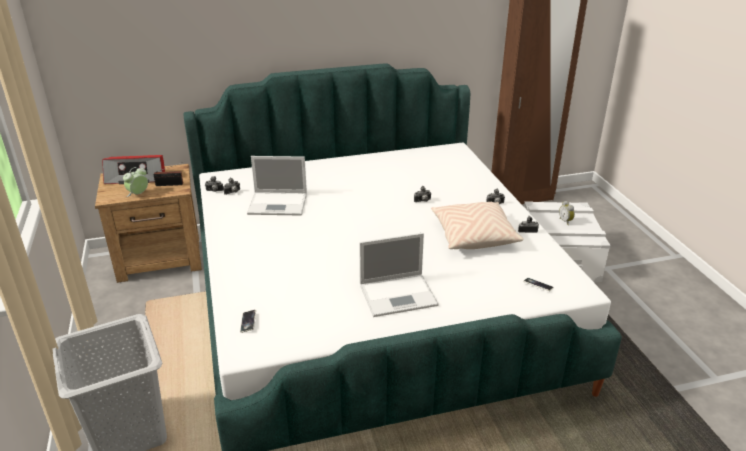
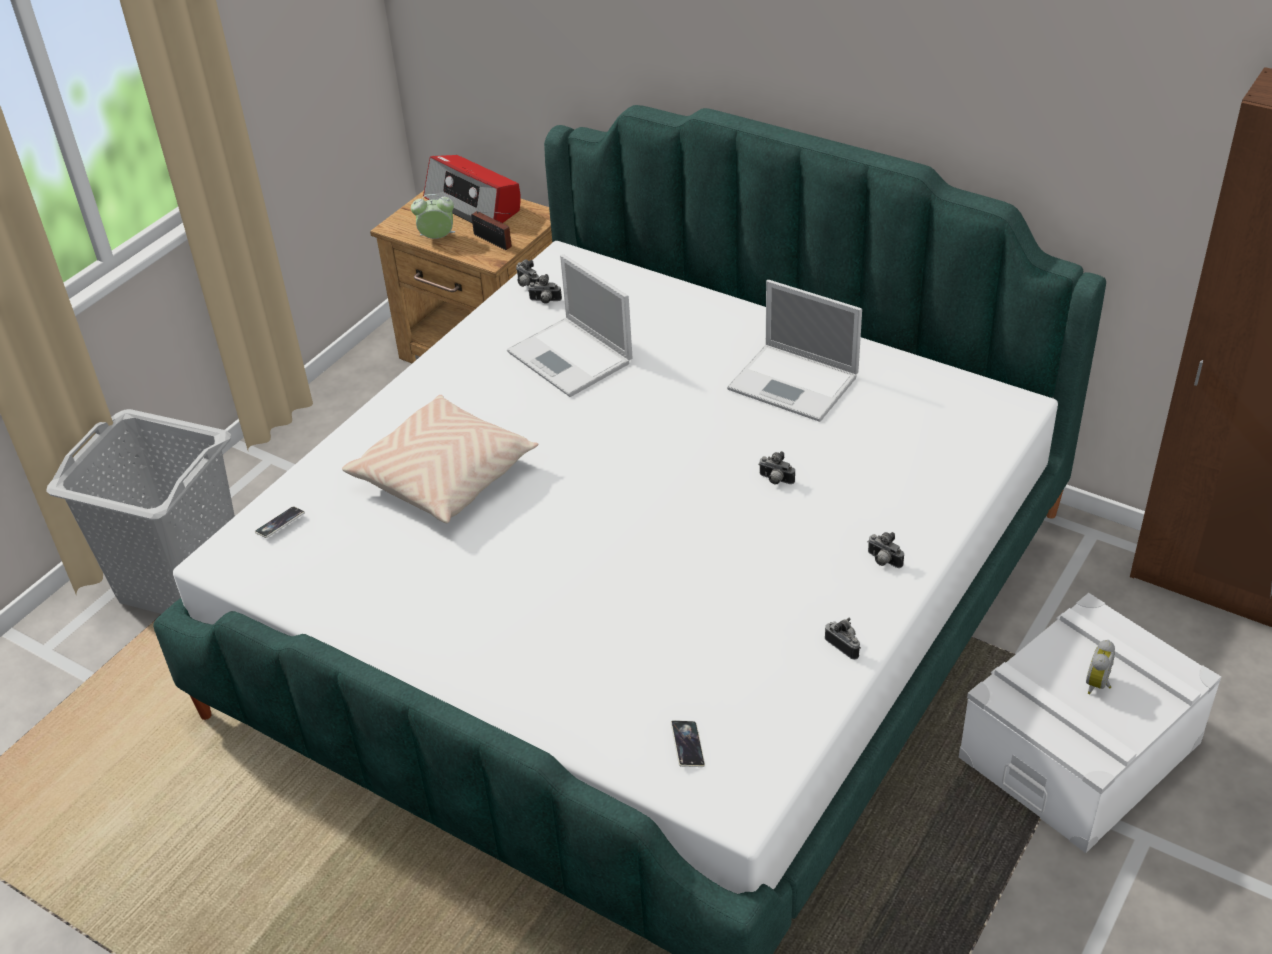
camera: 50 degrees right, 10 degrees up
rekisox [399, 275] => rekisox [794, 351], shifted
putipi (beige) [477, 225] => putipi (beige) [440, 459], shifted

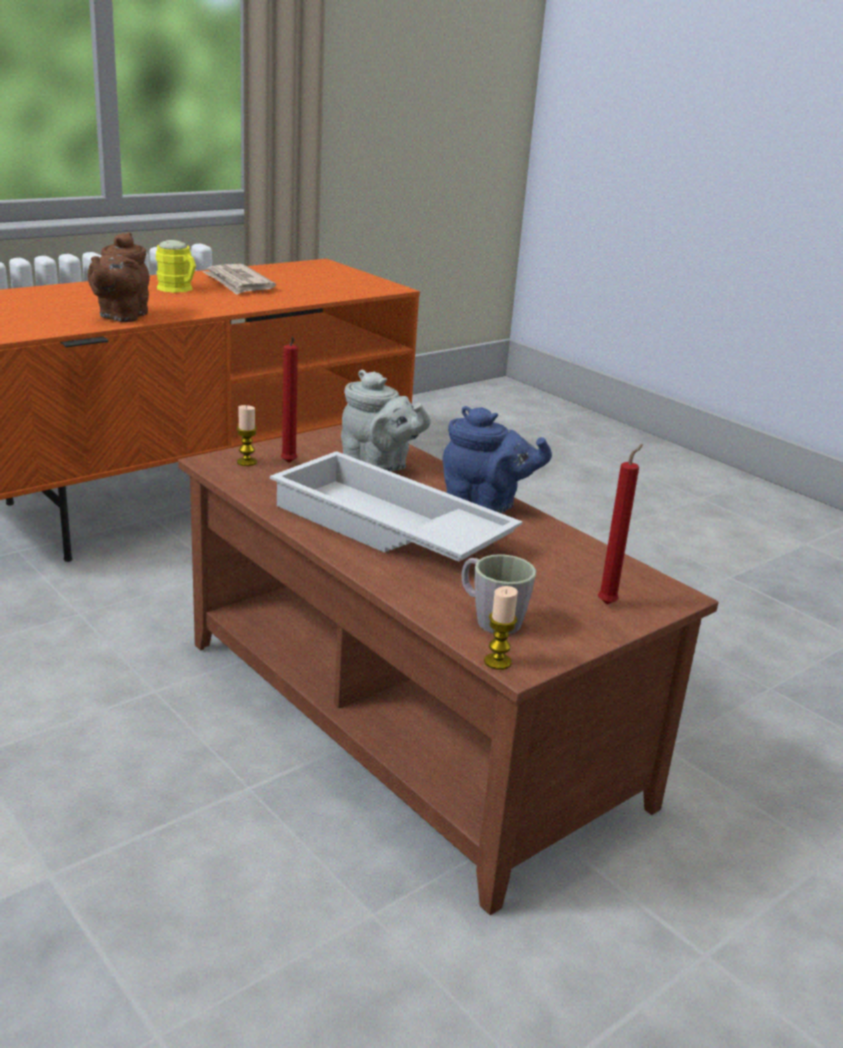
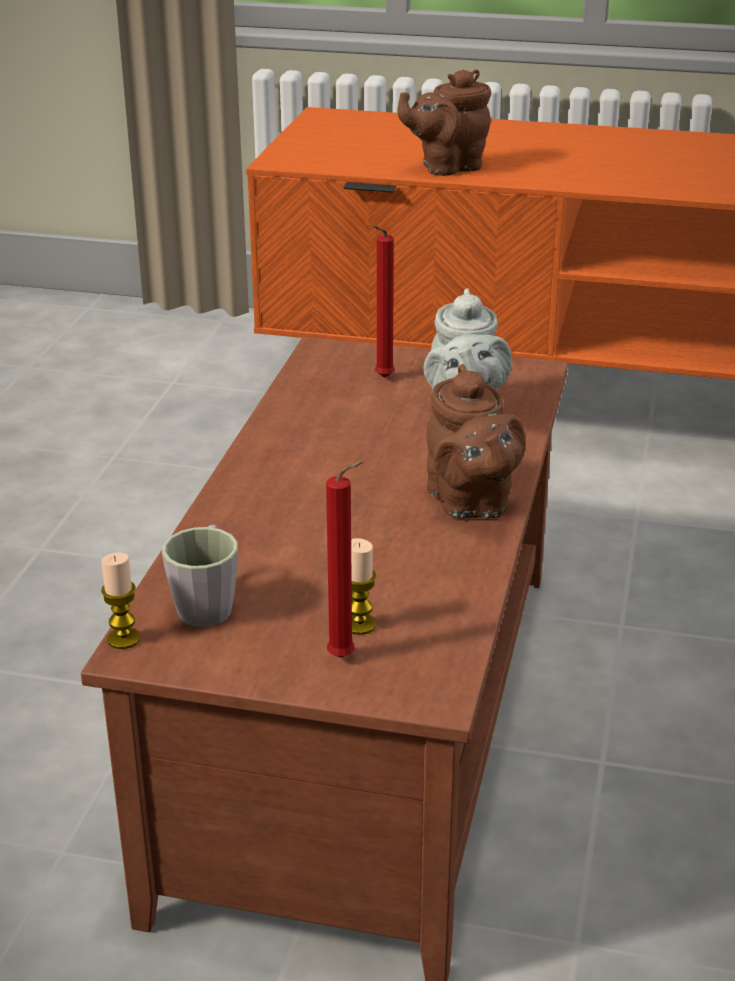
camera: 55 degrees right, 5 degrees up
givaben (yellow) [176, 266] => nothing
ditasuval [239, 279] => nothing
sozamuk [247, 435] => sozamuk [363, 586], shifted
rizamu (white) [396, 506] => nothing
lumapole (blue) [497, 460] => lumapole (brown) [476, 441]

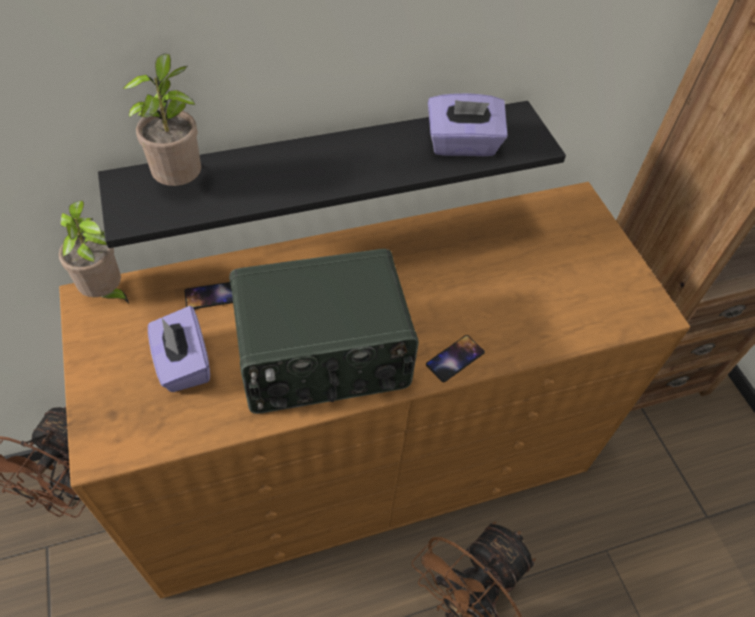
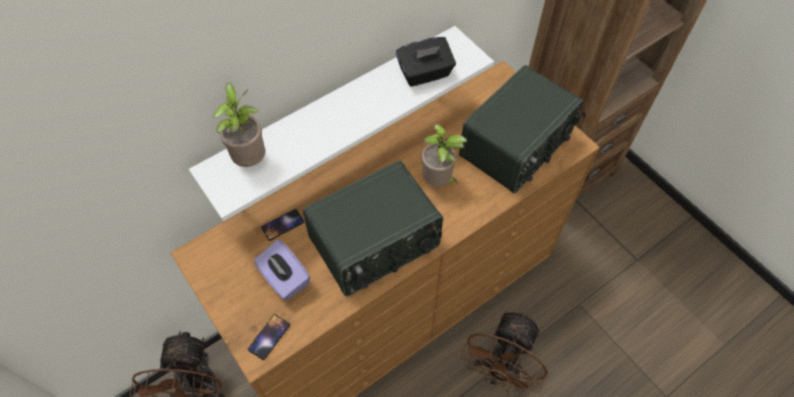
camera: 15 degrees left, 5 degrees up
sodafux [94, 252] => sodafux [444, 155], shifted
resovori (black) [332, 174] => resovori (white) [341, 123]
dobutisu [455, 358] => dobutisu [269, 337], shifted
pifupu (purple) [468, 124] => pifupu (black) [426, 62]
nothing => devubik [521, 129]

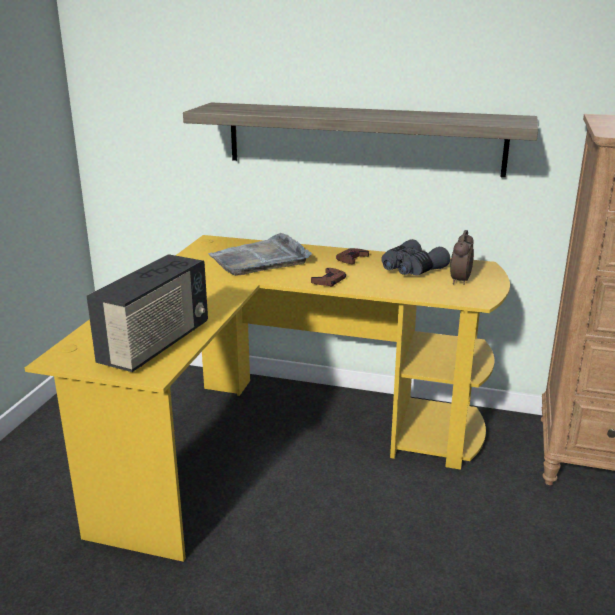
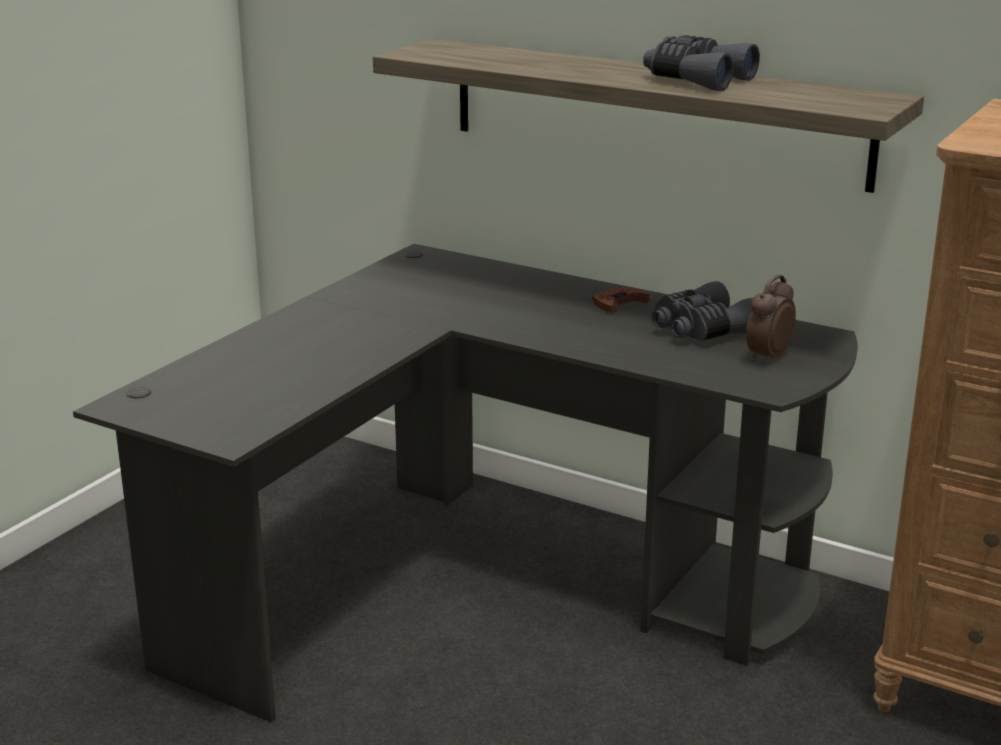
camera: 15 degrees right, 0 degrees up
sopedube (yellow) [267, 398] => sopedube (black) [465, 483]
devubik [147, 313] => nothing
rizamu (grey) [260, 254] => nothing
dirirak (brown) [328, 277] => nothing
nothing => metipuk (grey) [701, 63]

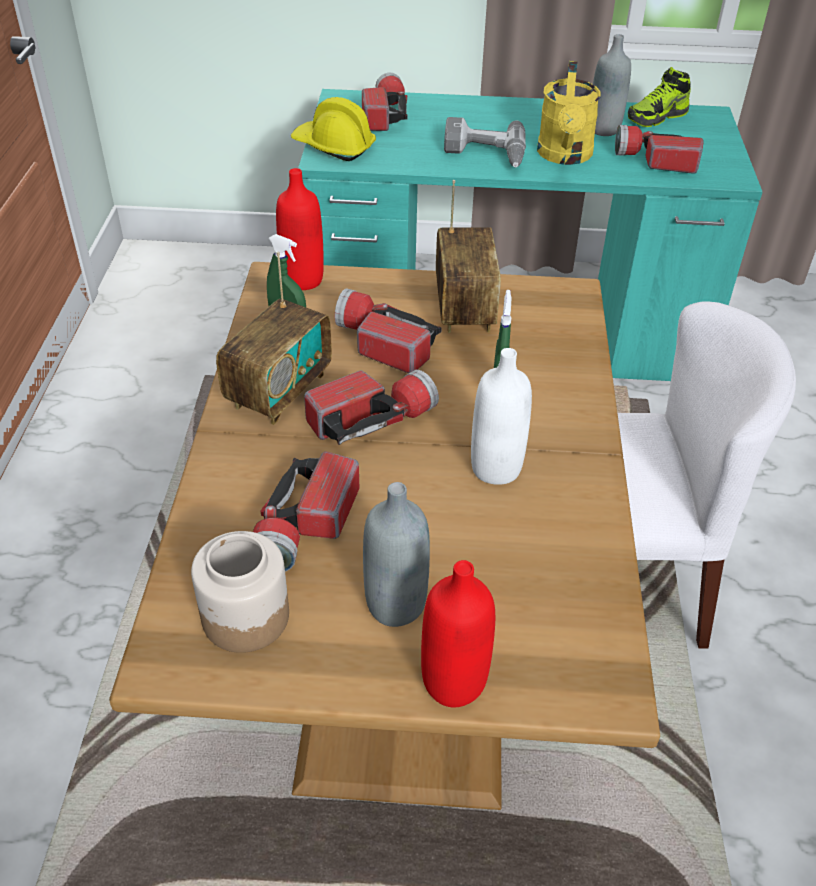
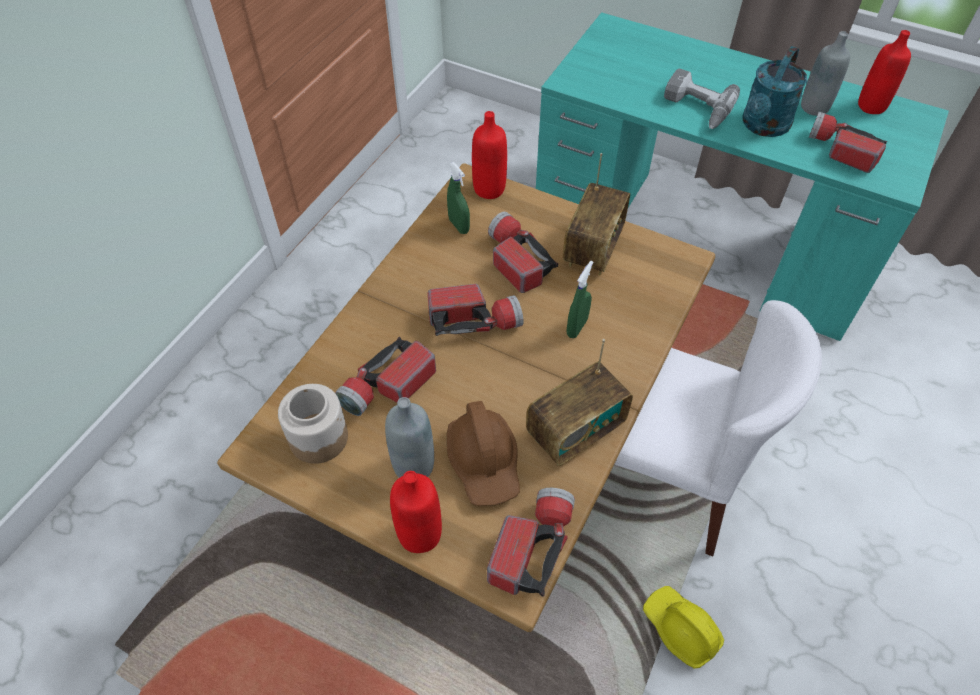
camera: 25 degrees right, 10 degrees up
devubik [274, 338] => devubik [579, 402], shifted
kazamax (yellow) [333, 129] => kazamax (yellow) [683, 627], shifted
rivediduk [385, 102] => rivediduk [531, 542], shifted
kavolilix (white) [501, 416] => nothing
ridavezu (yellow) [569, 113] => ridavezu (turquoise) [775, 91]
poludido [659, 97] => kavolilix (red) [884, 72]
nothing => kazamax (brown) [483, 453]

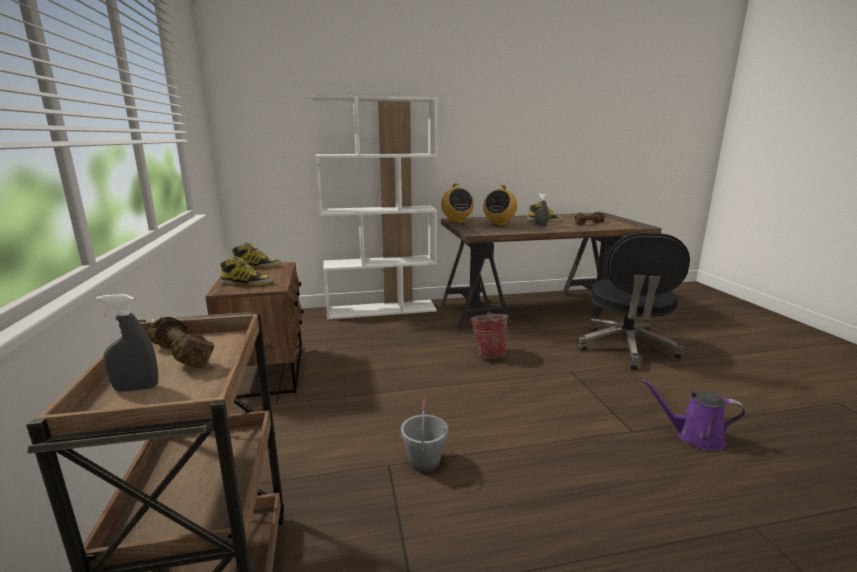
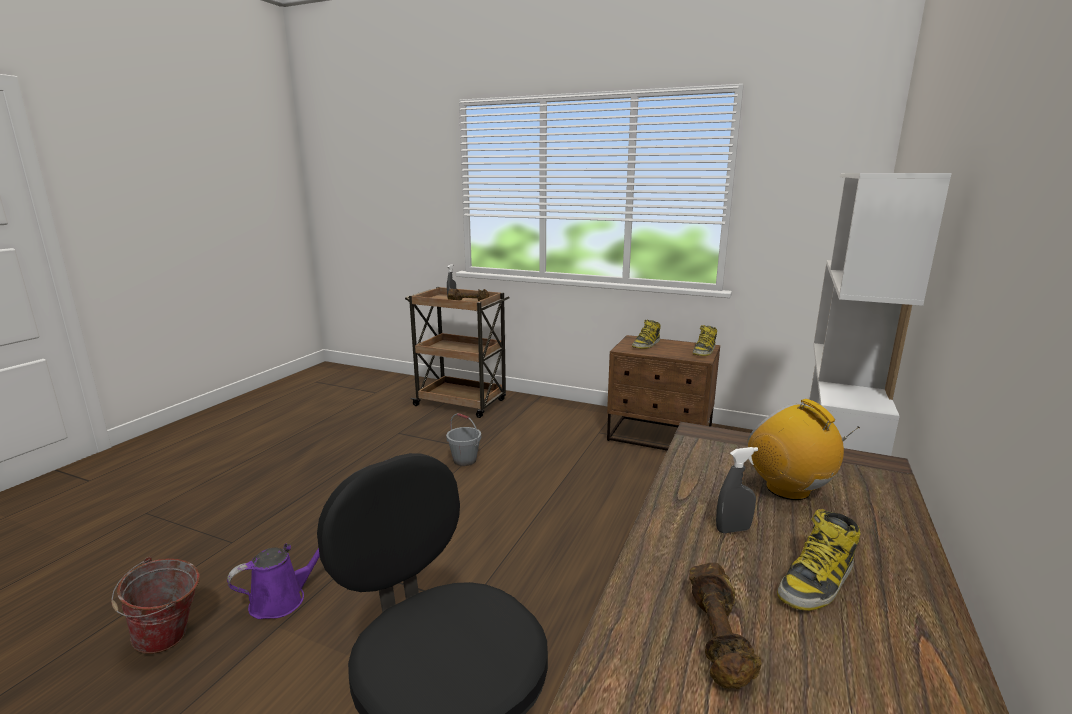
camera: 125 degrees right, 0 degrees up
devubik [457, 203] => nothing
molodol [490, 335] => molodol [155, 605], shifted

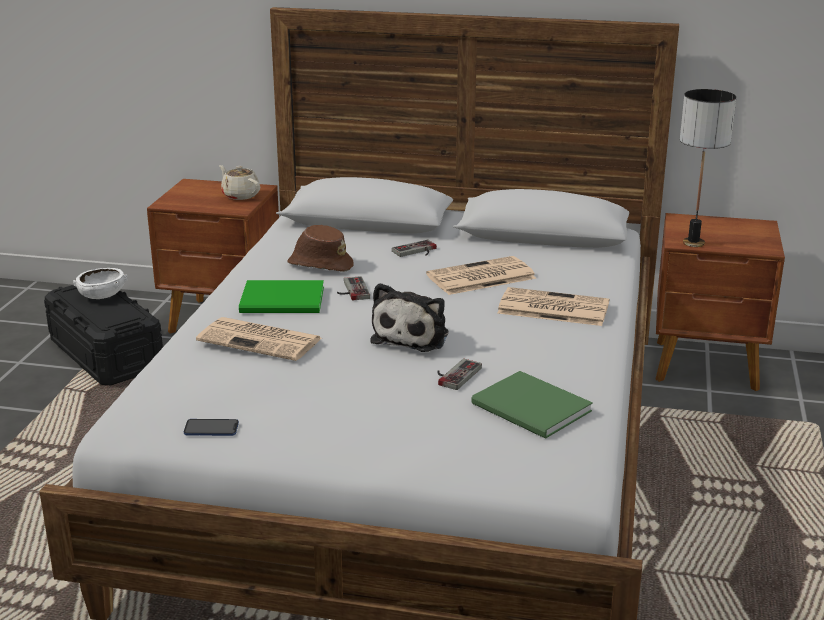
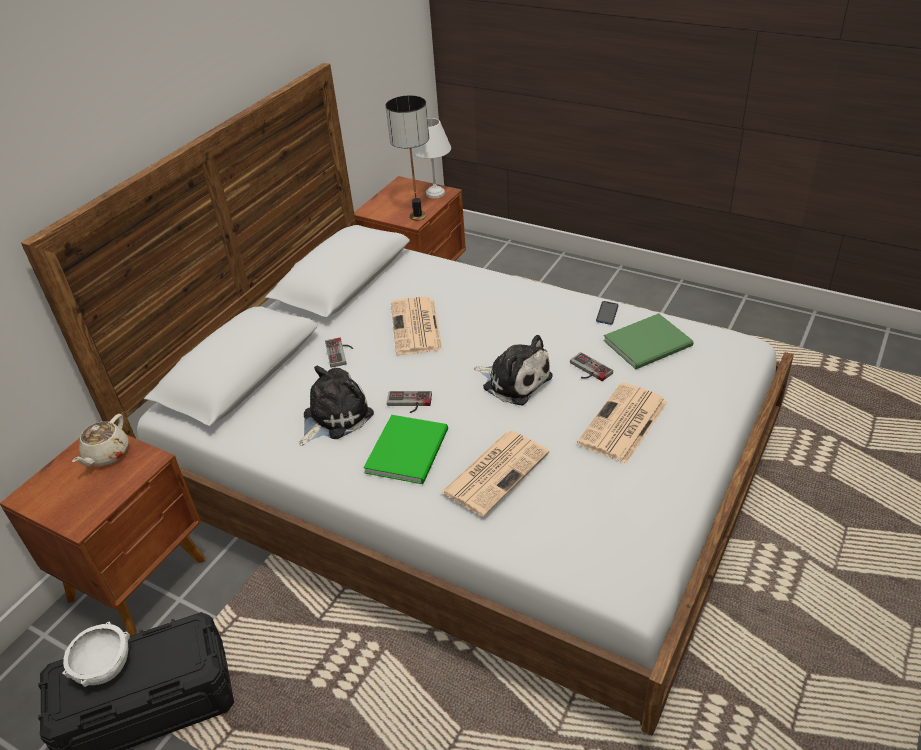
camera: 70 degrees left, 15 degrees up
dobutisu [211, 427] => dobutisu [607, 313], shifted
lumapole (beige) [239, 182] => lumapole (beige) [100, 440], 45 degrees counterclockwise
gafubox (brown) [320, 248] => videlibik [336, 406]
ditasuval [553, 306] => ditasuval [622, 423], shifted
nothing => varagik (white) [431, 158]

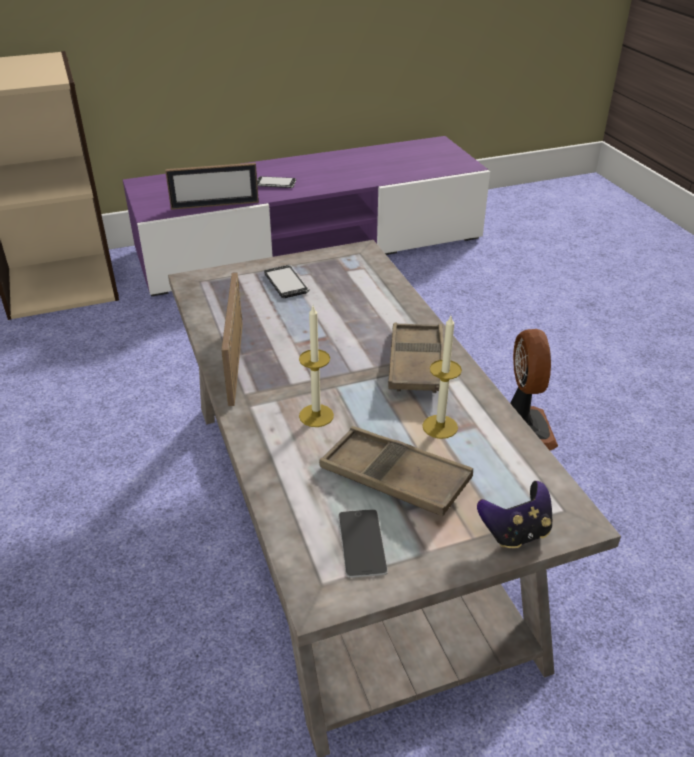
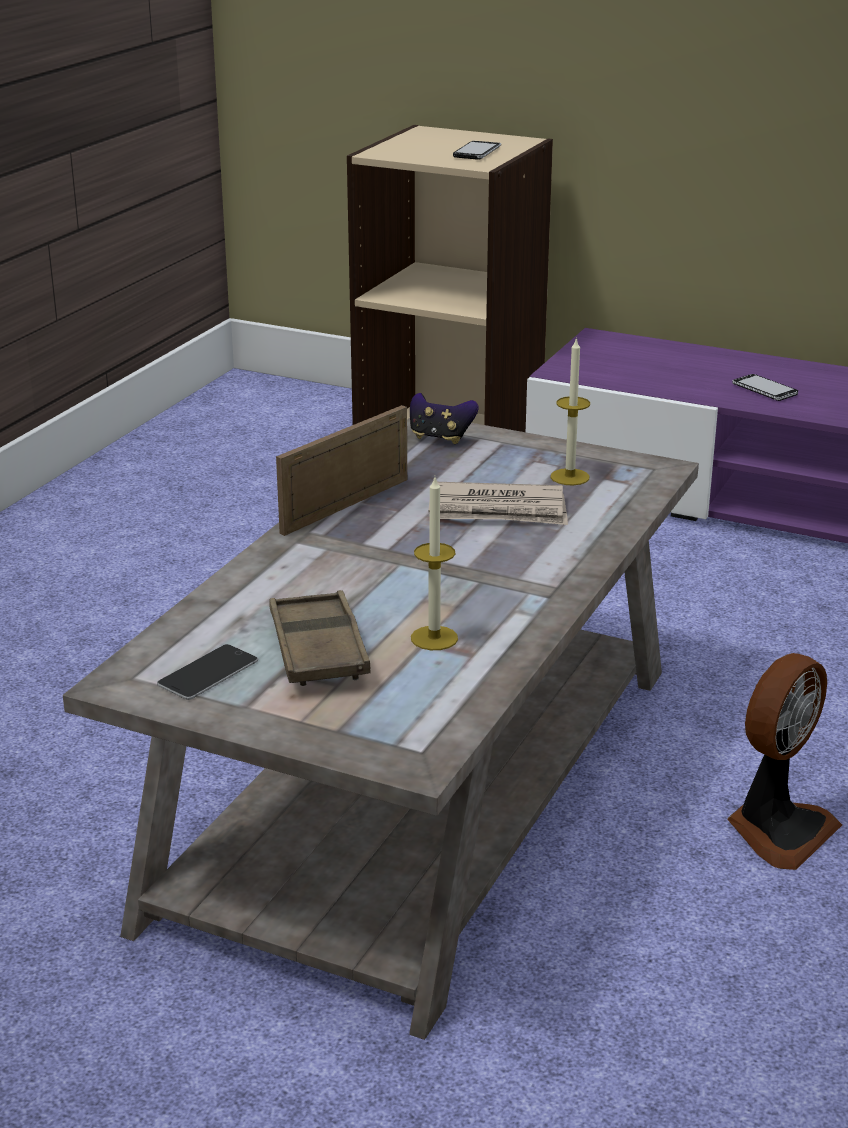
camera: 45 degrees right, 10 degrees down
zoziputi [212, 186] => nothing
dobutisu [286, 281] => dobutisu [477, 150], shifted
sozamuk [316, 366] => sozamuk [570, 411], shifted
rizamu (brown) [416, 357] => nothing
dirirak [514, 514] => dirirak [444, 418], shifted
nothing => ditasuval [498, 503]

